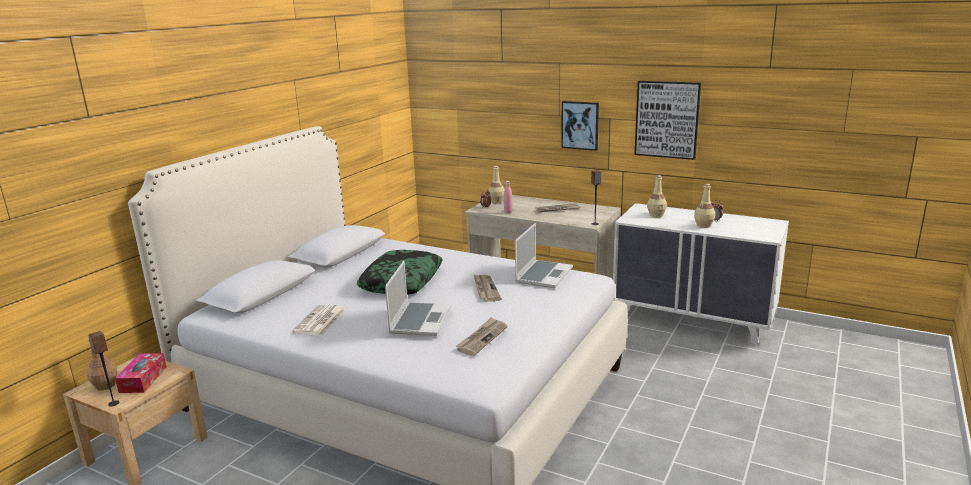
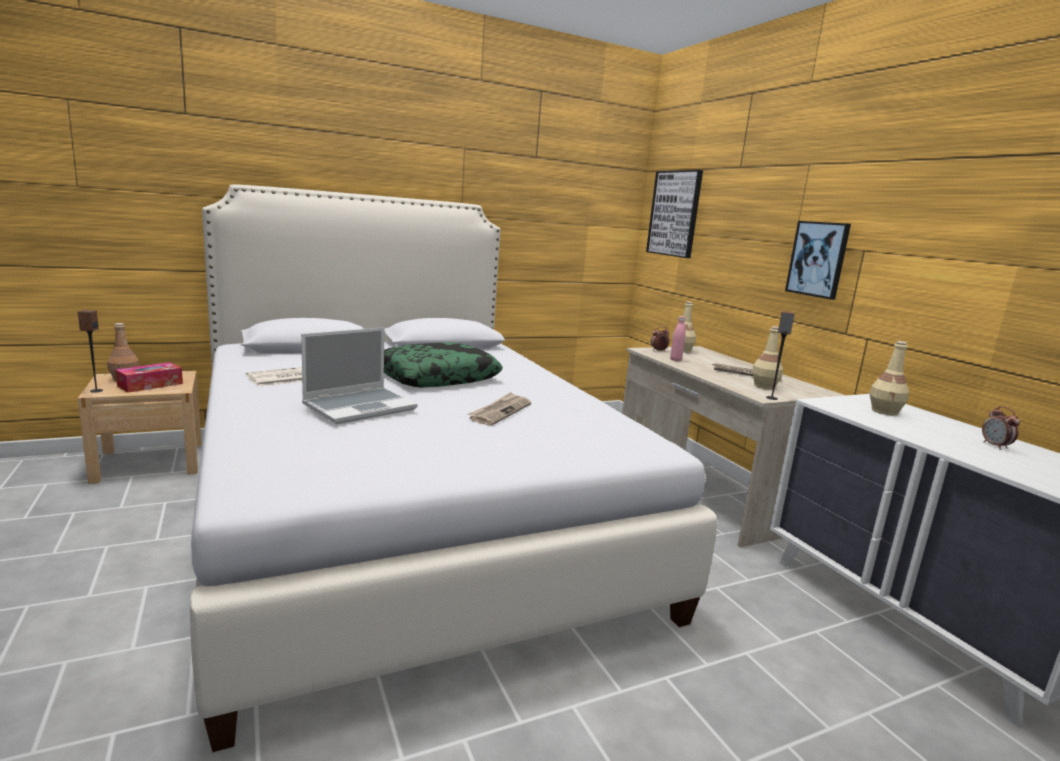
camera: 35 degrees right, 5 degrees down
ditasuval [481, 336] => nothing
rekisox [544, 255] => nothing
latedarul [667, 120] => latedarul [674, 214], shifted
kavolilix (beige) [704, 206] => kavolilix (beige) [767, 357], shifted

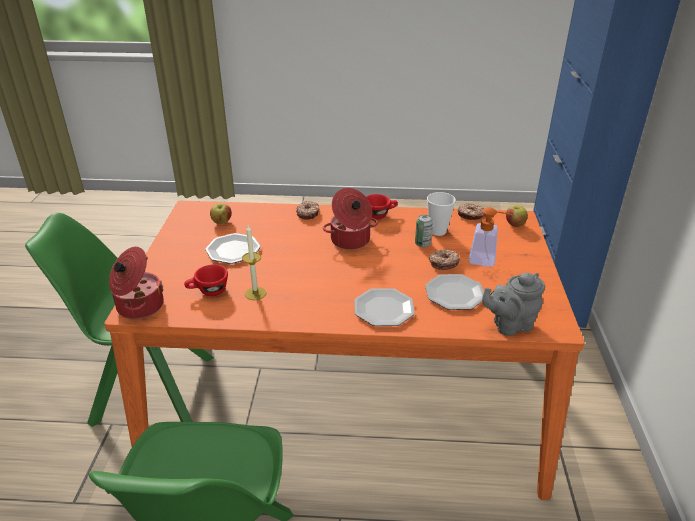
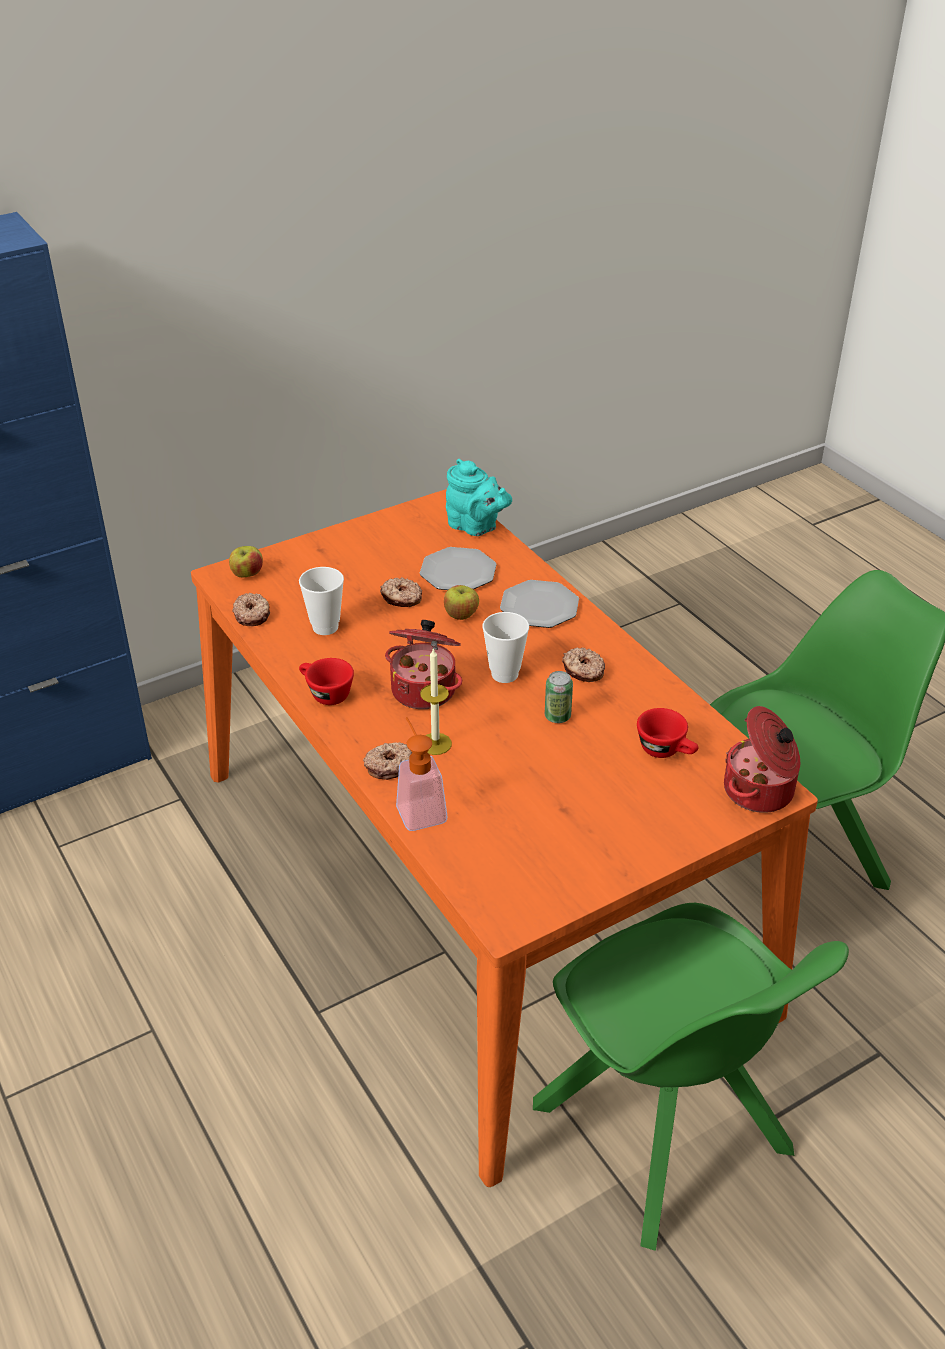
camera: 125 degrees left, 5 degrees up
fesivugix [233, 248] => nothing
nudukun [221, 213] => nudukun [461, 602], shifted
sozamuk [254, 262] => sozamuk [436, 701], shifted
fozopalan [424, 231] => fozopalan [559, 697], shifted
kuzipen [492, 237] => kuzipen [421, 774], shifted
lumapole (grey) [513, 304] => lumapole (turquoise) [479, 497]
nothing => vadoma [505, 647]
nothing => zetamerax [583, 664]

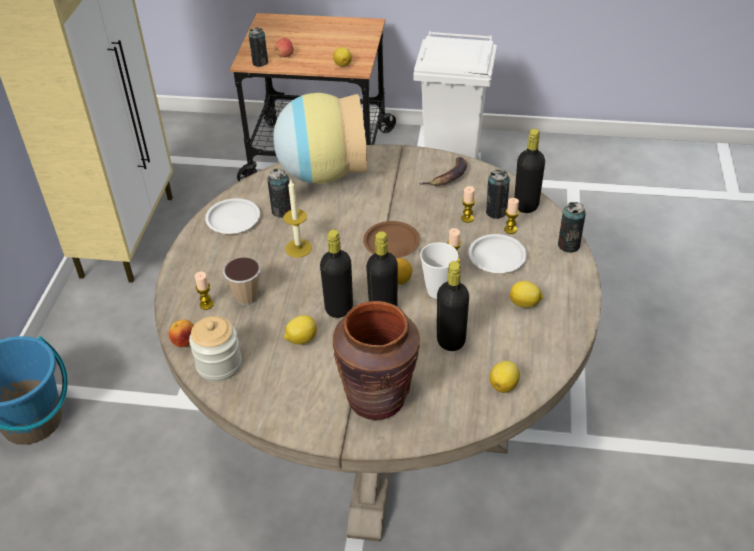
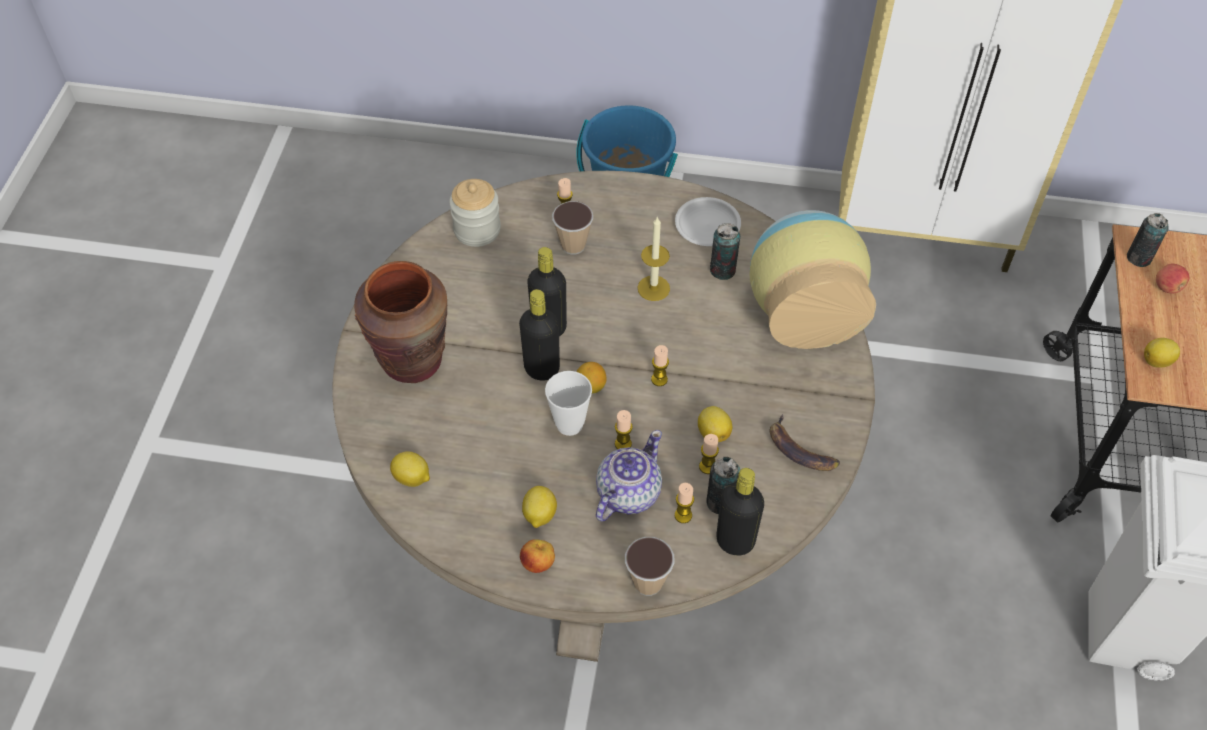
camera: 90 degrees right, 10 degrees up
nudukun [181, 333] => nudukun [537, 556], shifted
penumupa [300, 330] => penumupa [715, 424], shifted
fesivugix (brown) [391, 239] => sozamuk [660, 365]
kavolilix (black) [453, 306] => nothing
fesivugix (white) [498, 253] => lumapole [629, 476]
fozopalan [572, 227] => vadoma [650, 566]

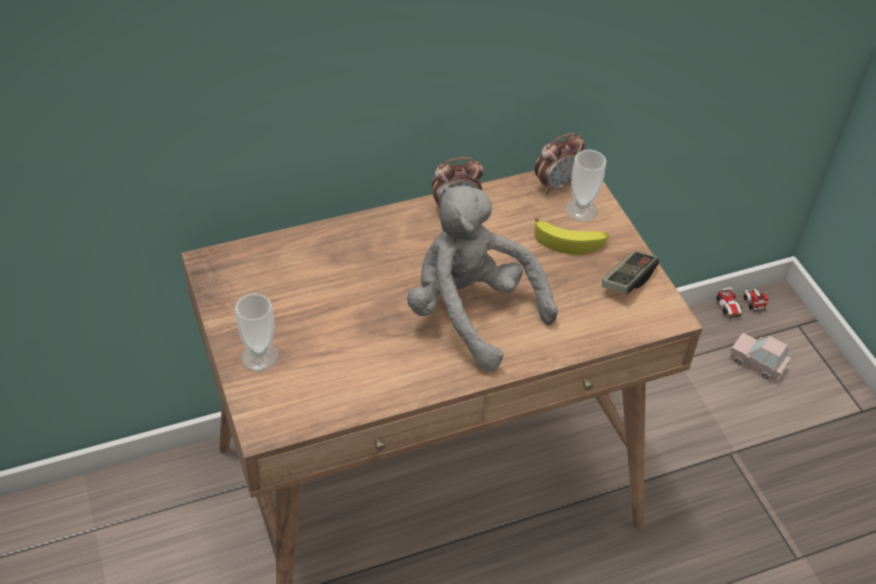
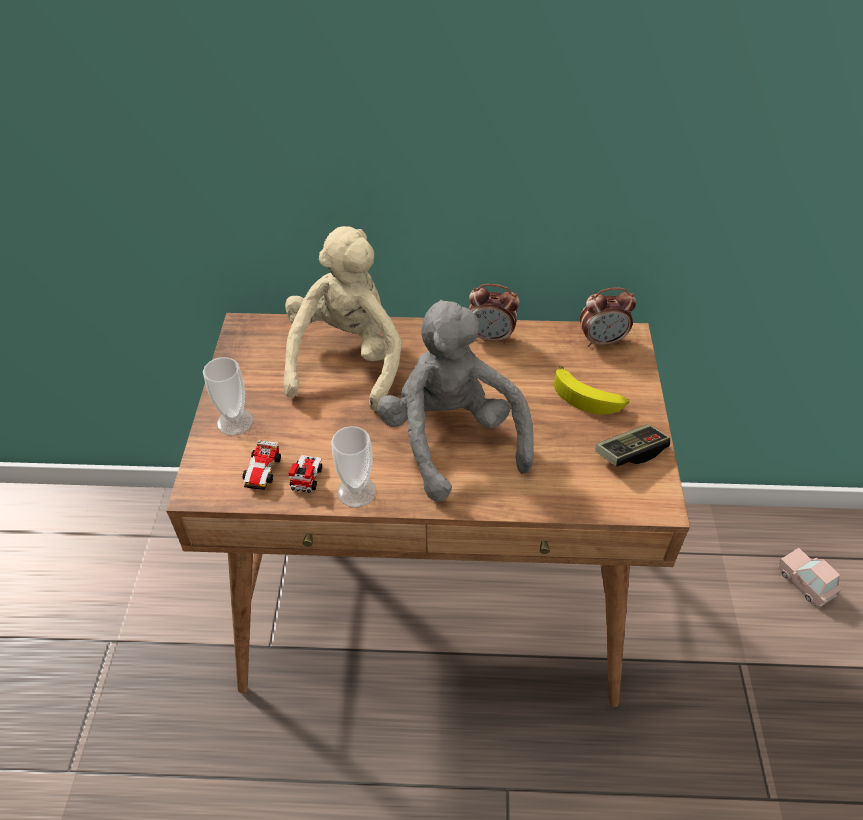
camera: 25 degrees right, 0 degrees up
vadoma [585, 186] => vadoma [353, 467], shifted
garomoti [742, 302] => garomoti [282, 466], shifted
nothing => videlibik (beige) [342, 318]

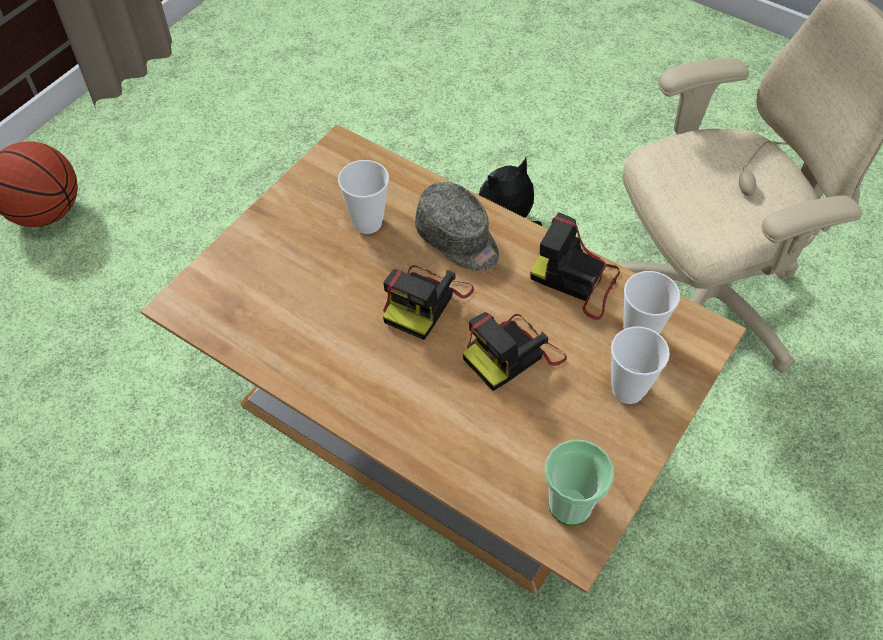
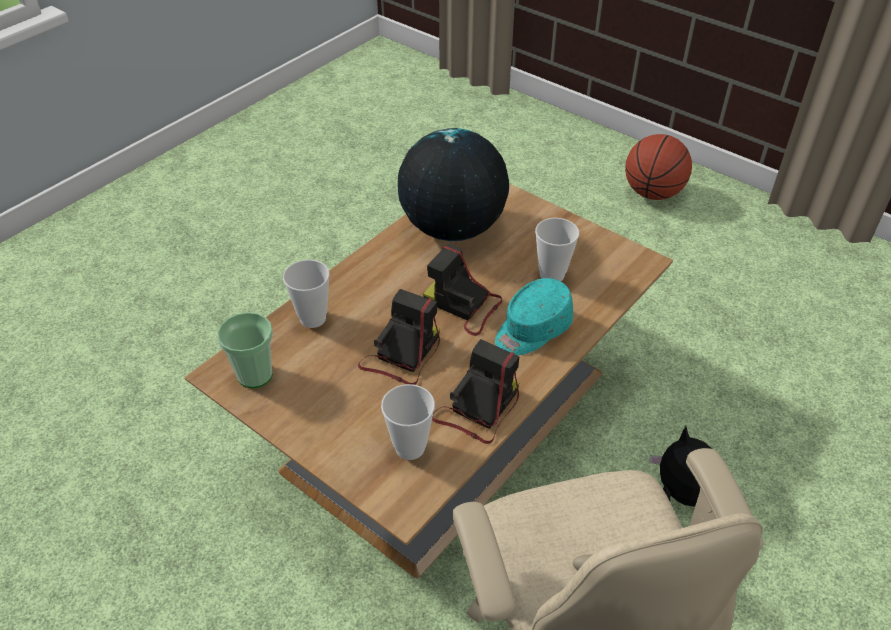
camera: 95 degrees right, 10 degrees down
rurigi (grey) [457, 226] => rurigi (turquoise) [534, 316]
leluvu [515, 351] => leluvu [399, 337], 60 degrees clockwise
vadoma [640, 365] => vadoma [306, 294], shifted
nothing => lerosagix [453, 184]

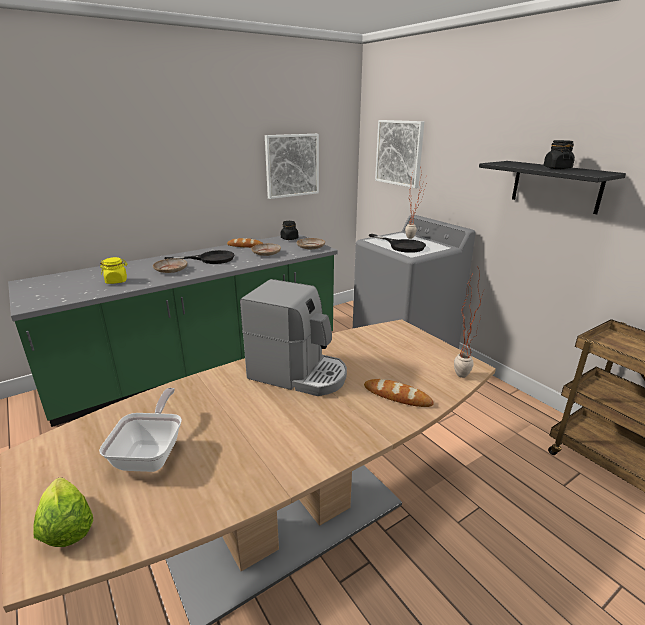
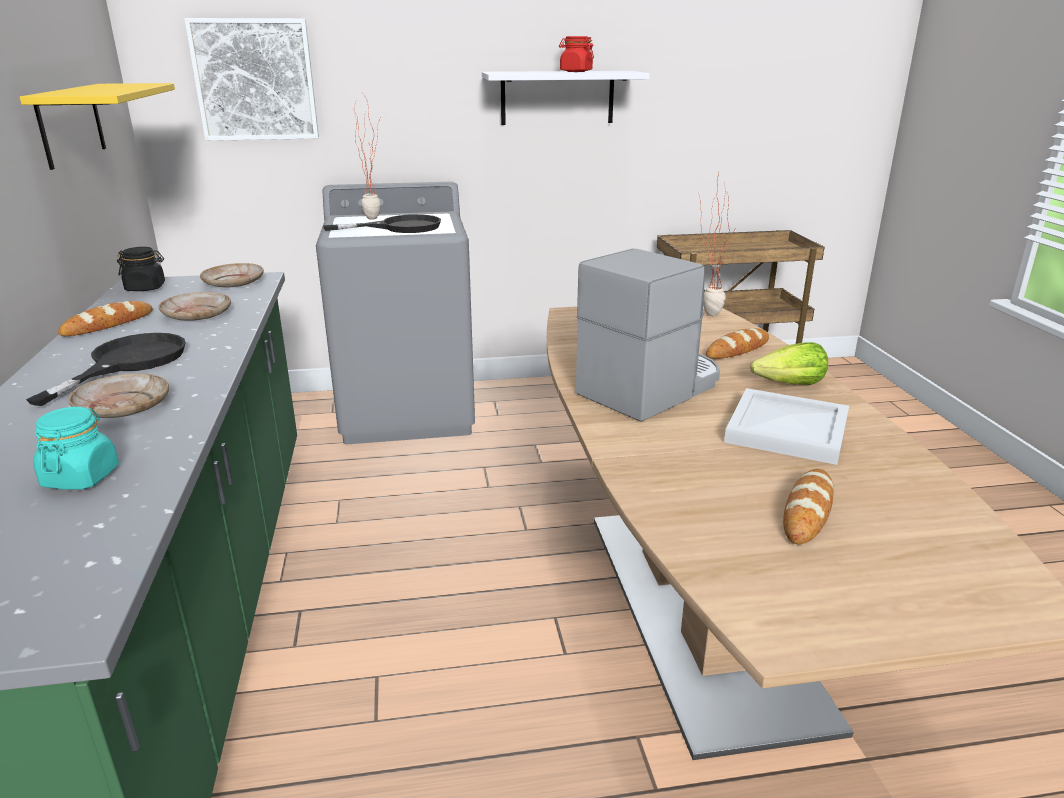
camera: 65 degrees left, 0 degrees up
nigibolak [63, 512] => nigibolak [789, 363], shifted
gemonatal [140, 430] => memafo [808, 506]
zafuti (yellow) [113, 270] => zafuti (turquoise) [76, 448]
latedarul [292, 166] => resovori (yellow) [97, 126]
resovori (black) [552, 187] => resovori (white) [566, 98]
zafuti (black) [559, 154] => zafuti (red) [576, 54]
nothing => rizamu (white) [786, 426]

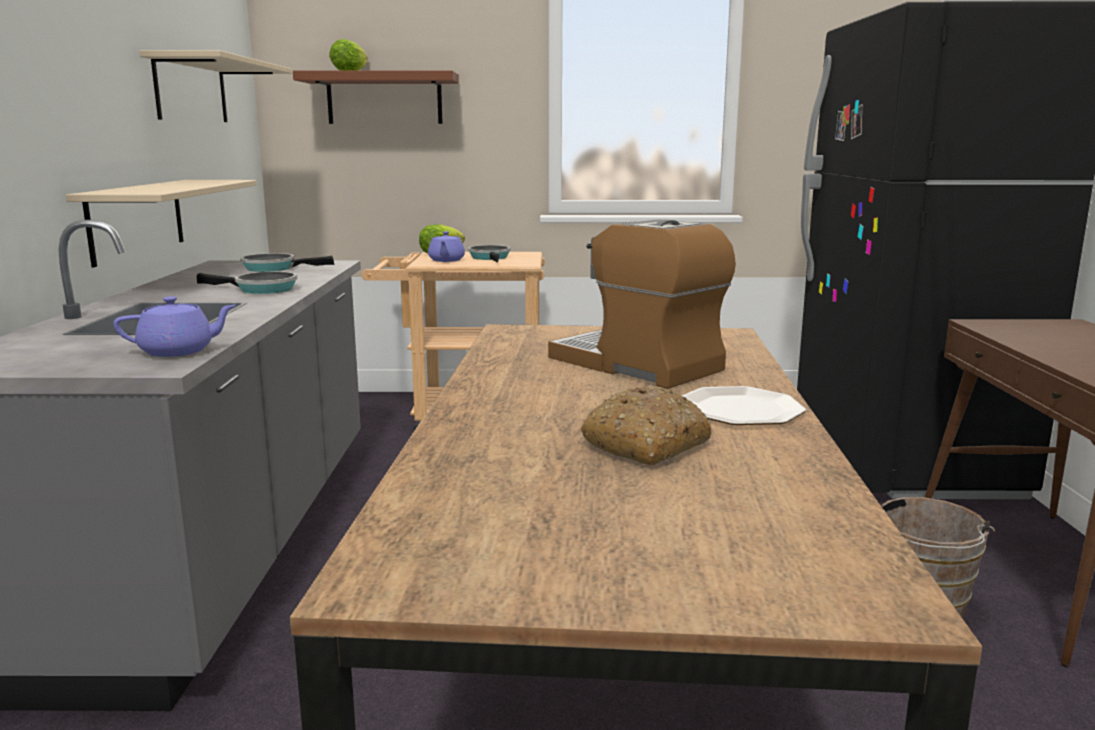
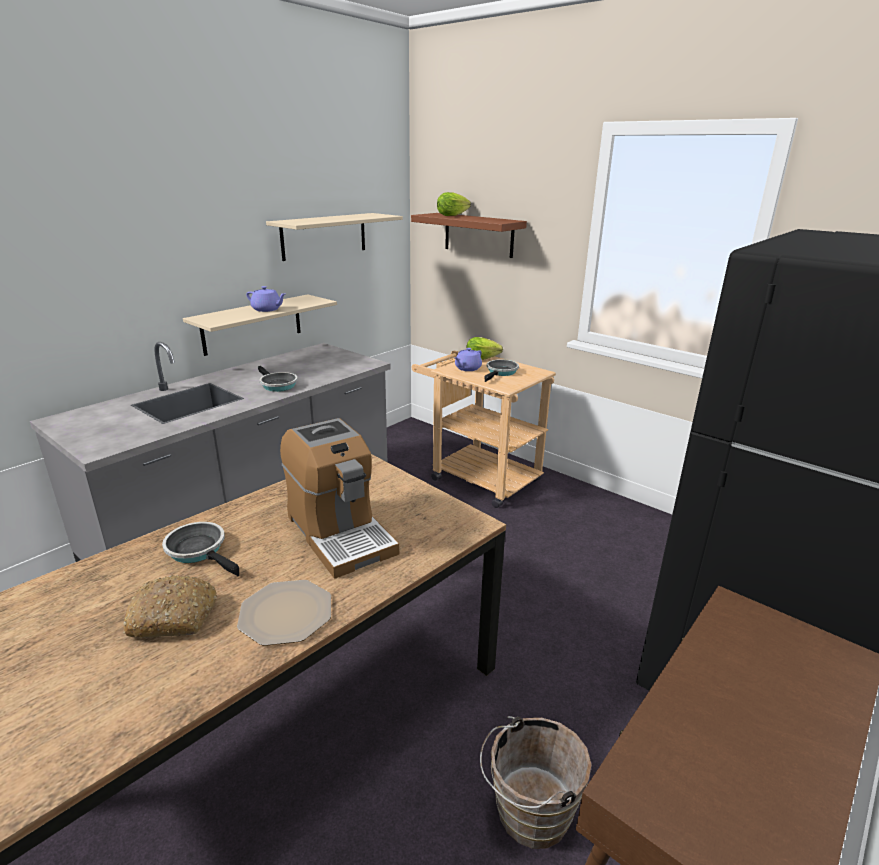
camera: 40 degrees right, 10 degrees up
lumapole (purple) [174, 326] => lumapole (purple) [265, 299], shifted
gemonatal [287, 262] => gemonatal [200, 549], shifted
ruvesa [642, 304] => ruvesa [339, 498], 150 degrees clockwise

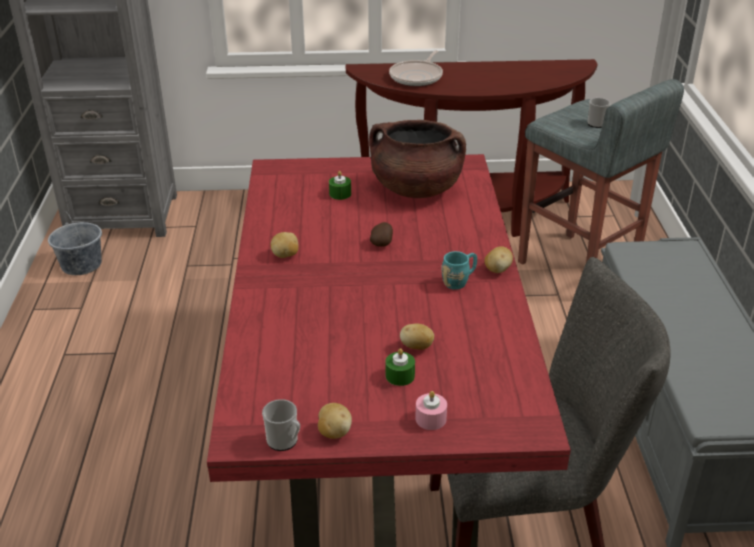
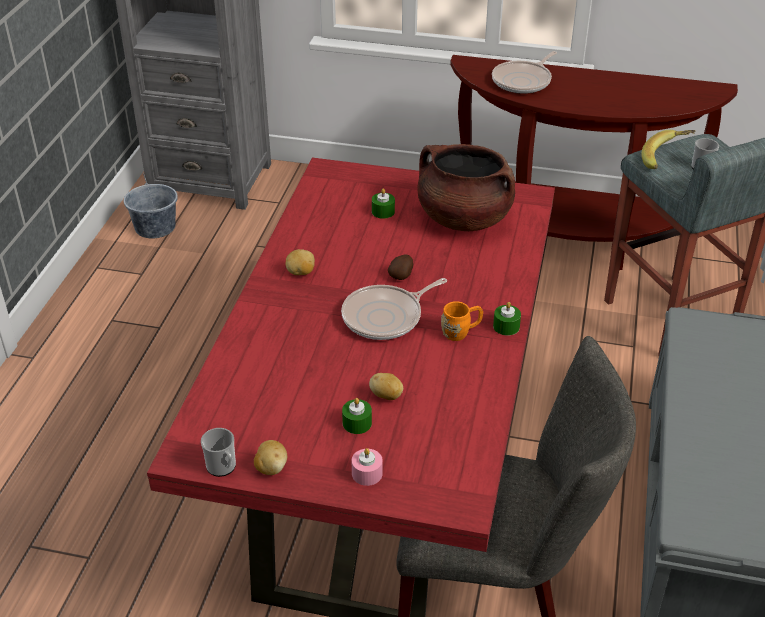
camera: 15 degrees right, 5 degrees up
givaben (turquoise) [459, 270] => givaben (orange) [462, 321]
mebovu [498, 259] => sozamuk (green) [507, 319]
nothing => gemonatal [394, 309]
nothing => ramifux [668, 149]

